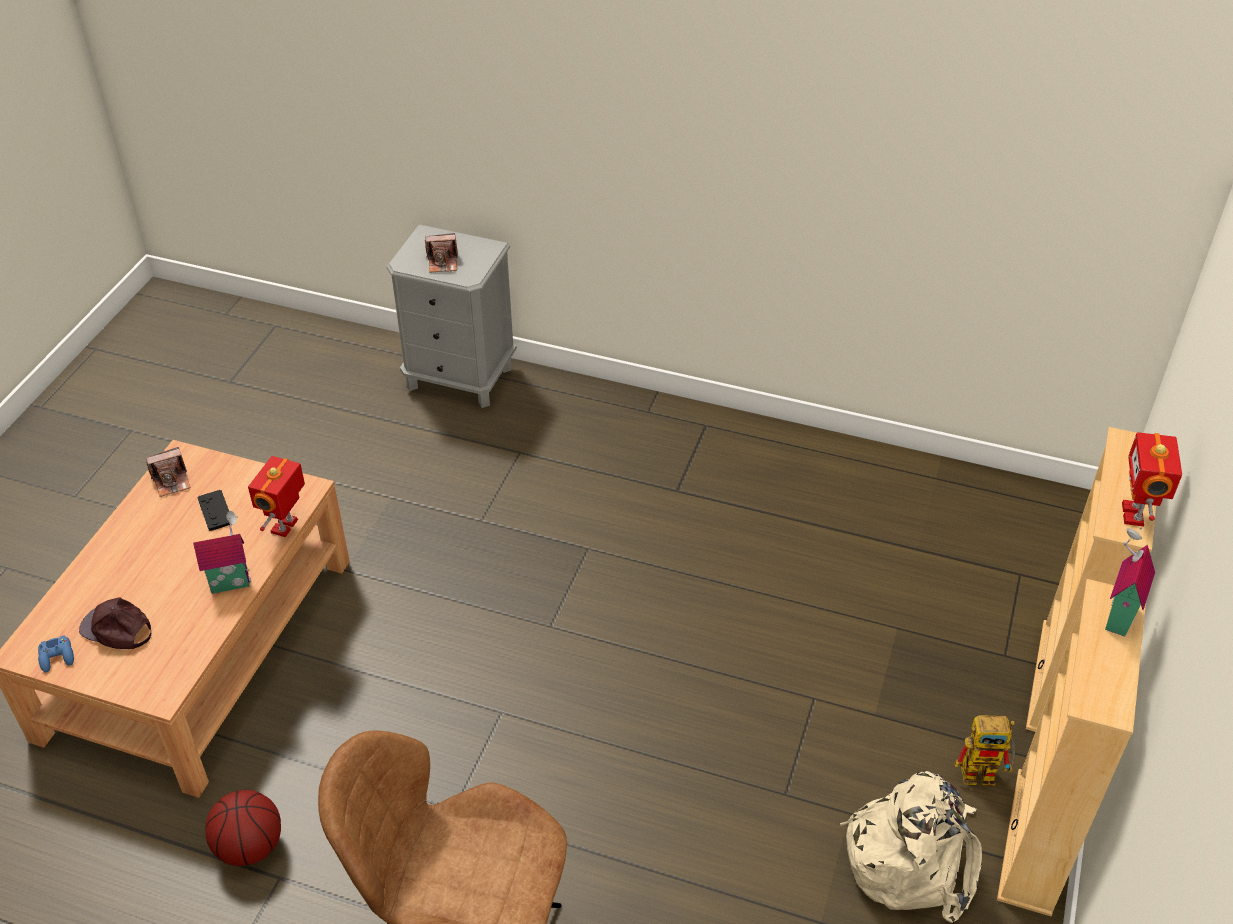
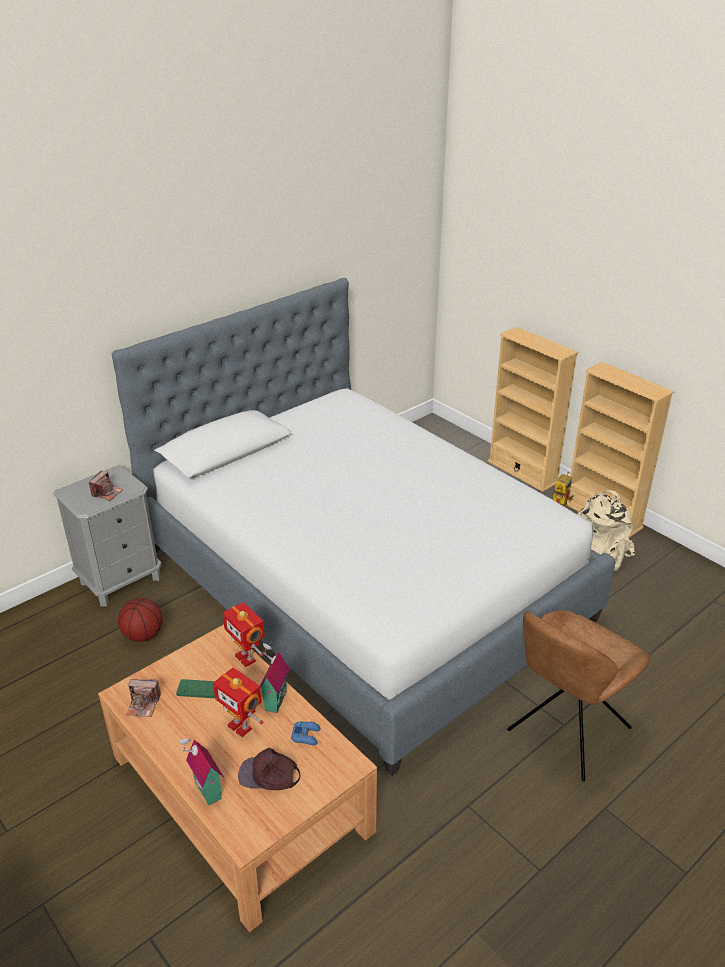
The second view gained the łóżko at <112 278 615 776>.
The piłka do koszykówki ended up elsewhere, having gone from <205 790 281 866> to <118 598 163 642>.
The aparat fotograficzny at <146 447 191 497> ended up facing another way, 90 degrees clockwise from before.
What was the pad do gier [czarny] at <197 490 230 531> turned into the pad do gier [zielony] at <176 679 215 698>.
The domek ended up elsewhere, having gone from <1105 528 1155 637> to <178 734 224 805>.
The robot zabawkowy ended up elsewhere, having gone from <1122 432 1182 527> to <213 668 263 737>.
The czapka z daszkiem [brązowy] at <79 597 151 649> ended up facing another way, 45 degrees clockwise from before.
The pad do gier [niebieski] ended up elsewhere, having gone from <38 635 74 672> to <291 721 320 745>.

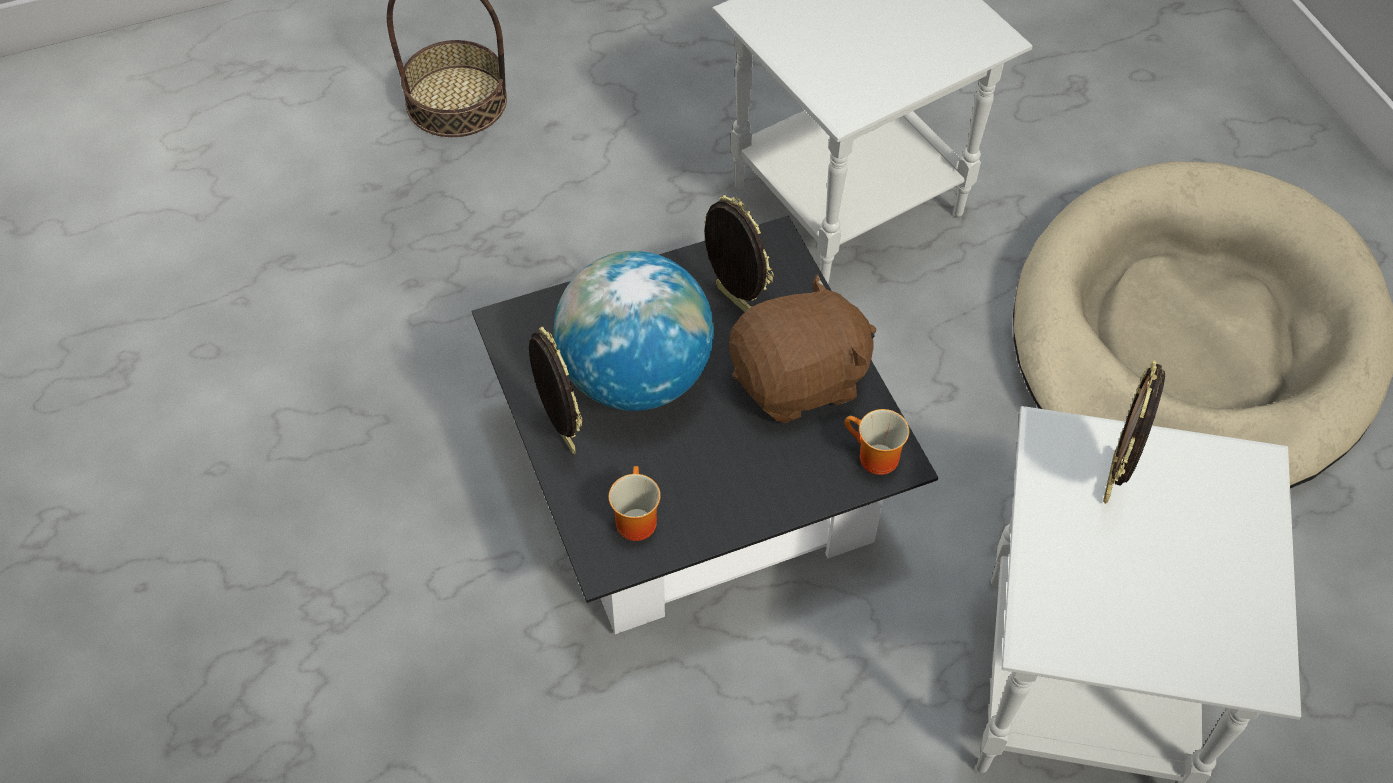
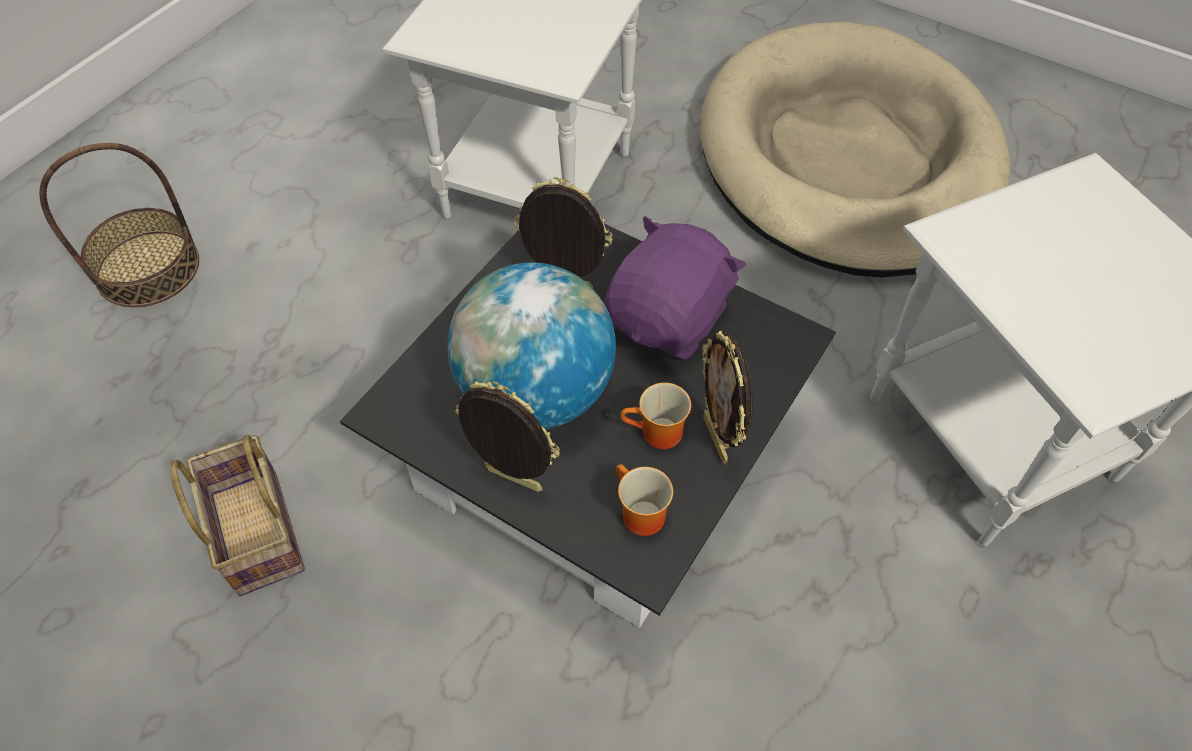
The second view gained the koszyk at <170 435 305 596>.
What was the pluszak [brązowy] at <729 274 876 423> turned into the pluszak [fioletowy] at <605 216 746 360>.
The kubek ended up elsewhere, having gone from <845 409 909 475> to <620 382 691 449>.
The ramka na zdjęcie ended up elsewhere, having gone from <1103 360 1165 504> to <702 331 753 465>.

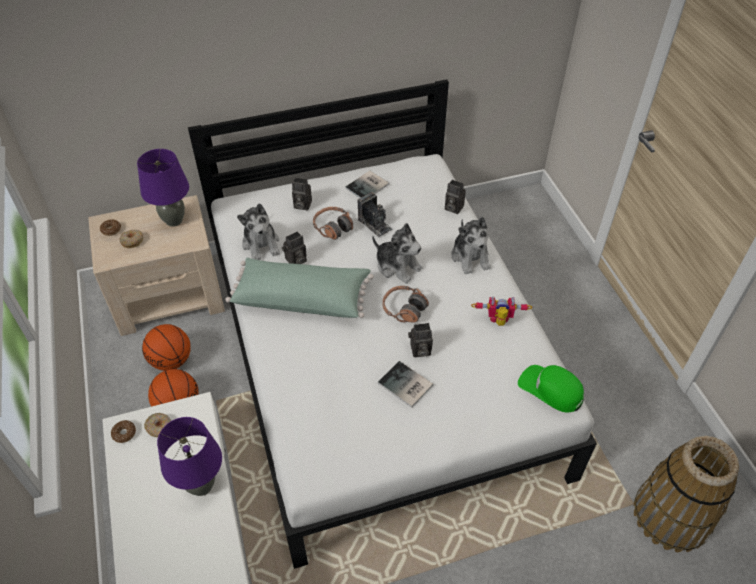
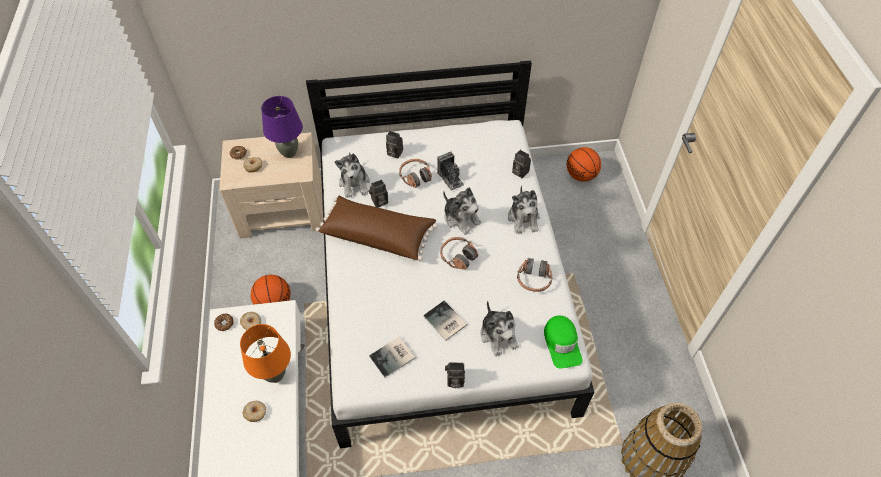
What was the lampa stołowa [fioletowy] at <157 417 222 496> turned into the lampa stołowa [pomarańczowy] at <240 324 291 383>.
The second view gained the donut at <242 401 266 422>.
What was the poduszka [zielony] at <225 258 374 318> turned into the poduszka [brązowy] at <316 196 438 261>.
The książka ended up elsewhere, having gone from <345 171 389 198> to <369 336 415 378>.
The aparat fotograficzny ended up elsewhere, having gone from <408 323 433 357> to <445 362 465 388>.
The second view gained the pluszak at <480 301 519 356>.
Where the robot zabawkowy stood at <471 296 532 326>, the słuchawki came to stand at <517 257 552 292>.
The czapka z daszkiem [zielony] at <518 365 584 413> ended up facing another way, 150 degrees counterclockwise from before.
The piłka do koszykówki ended up elsewhere, having gone from <142 324 191 371> to <567 147 601 181>.

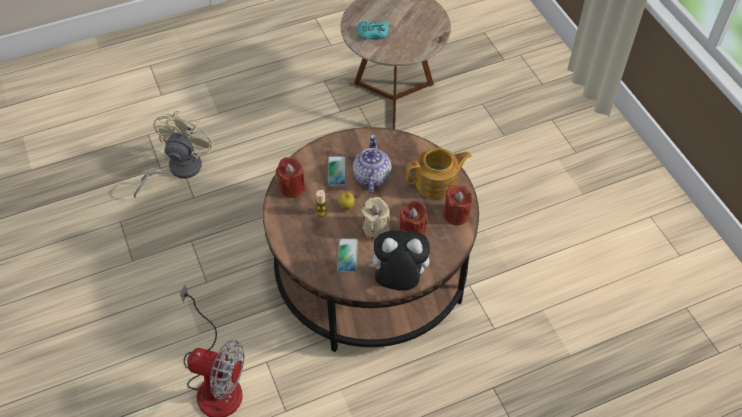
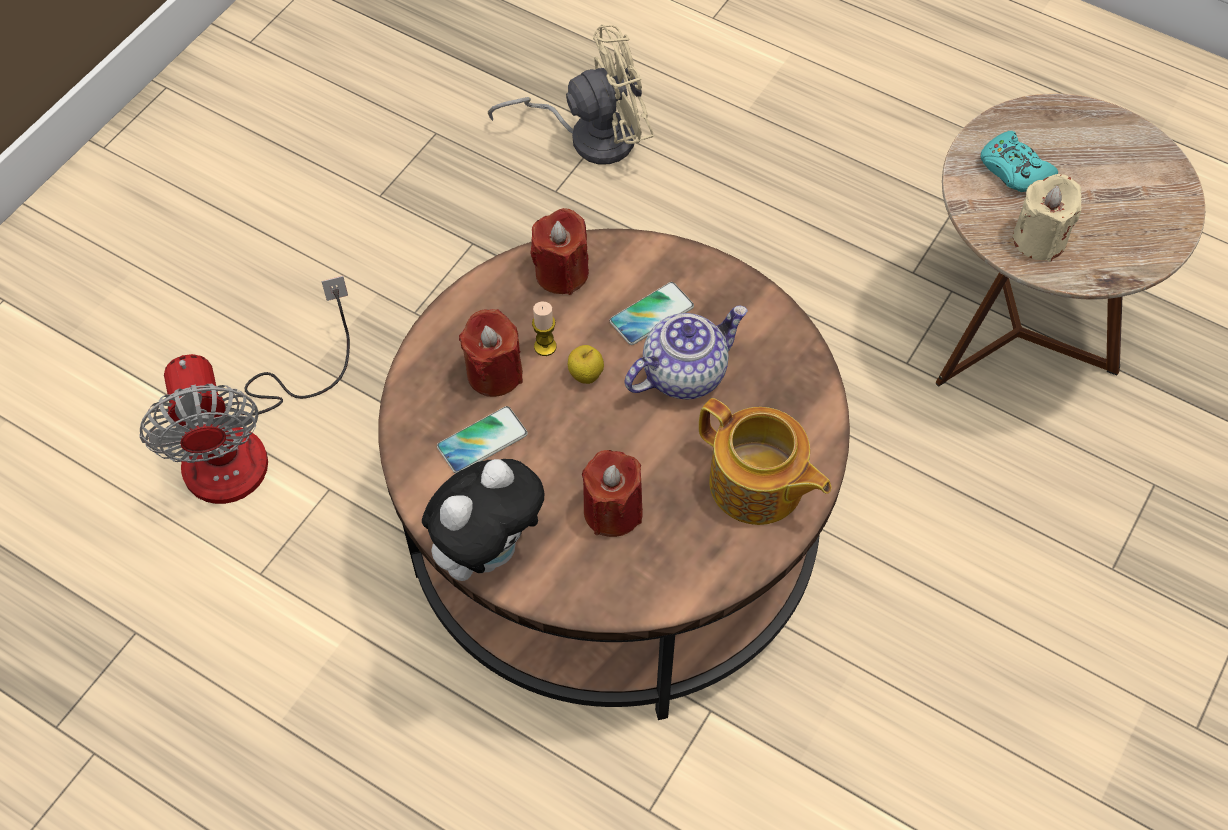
The pluszak at <365 230 430 291> ended up facing another way, 75 degrees clockwise from before.
The świeca [czerwony] ended up elsewhere, having gone from <444 186 472 225> to <459 309 523 397>.
The świeca [beżowy] ended up elsewhere, having gone from <361 197 390 239> to <1013 174 1082 262>.

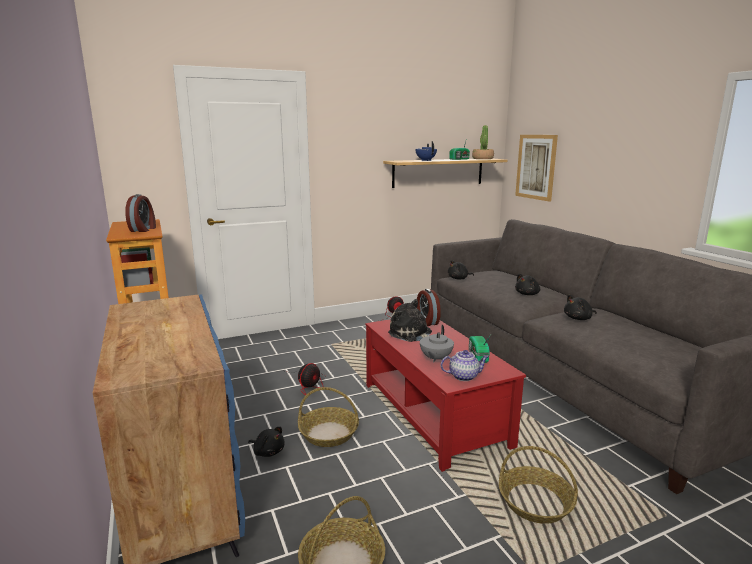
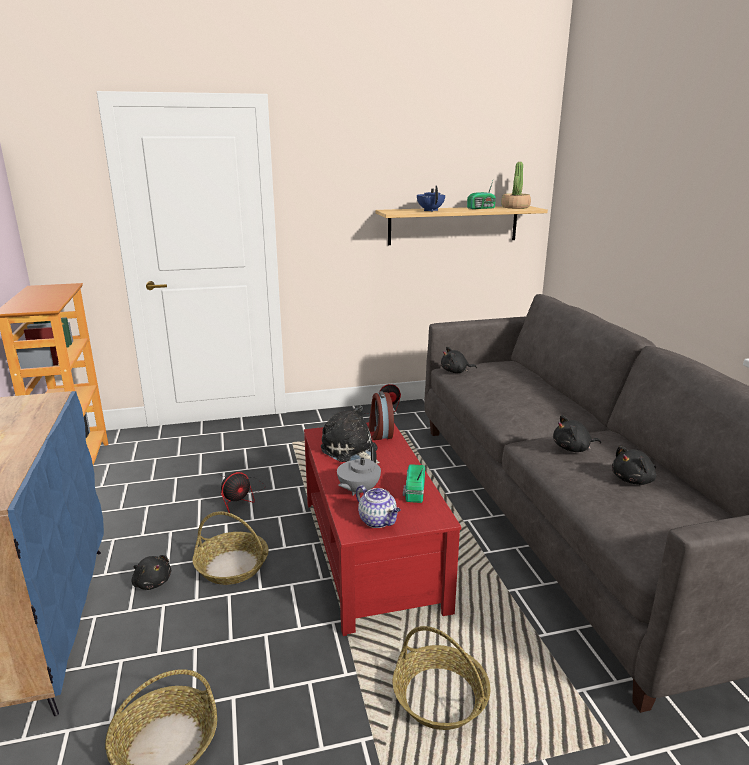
The imbryk at <441 350 489 381> ended up facing another way, 45 degrees clockwise from before.
The pluszak [czarny] ended up elsewhere, having gone from <515 274 540 295> to <612 446 656 485>.
The second view lost the budzik at <125 194 156 232>.
The second view lost the obraz at <515 135 558 202>.

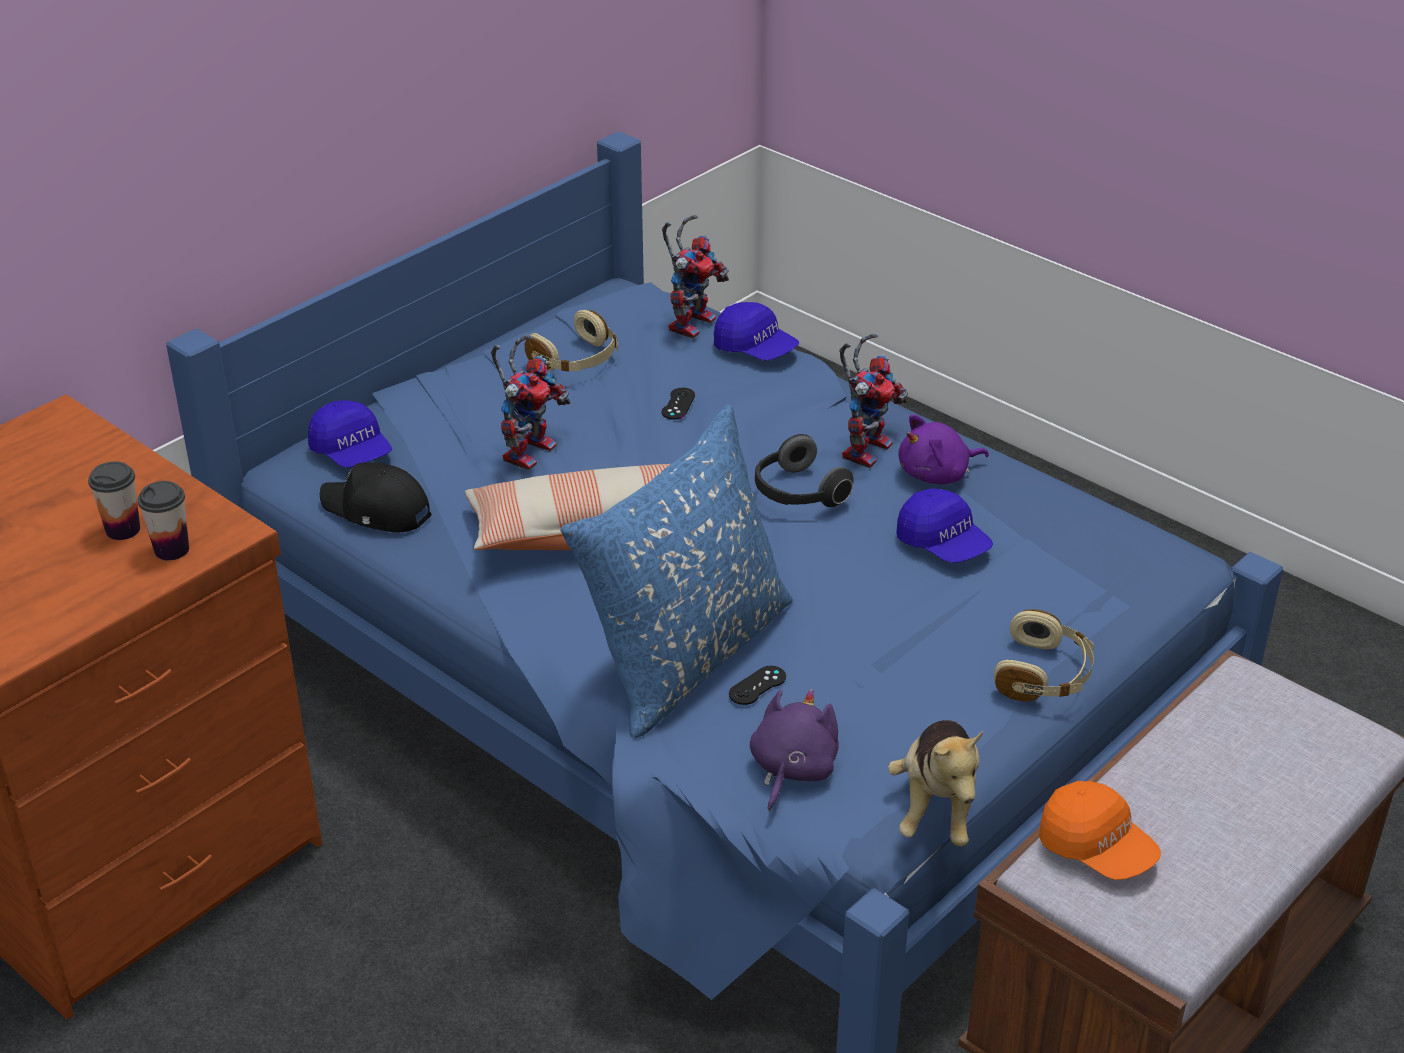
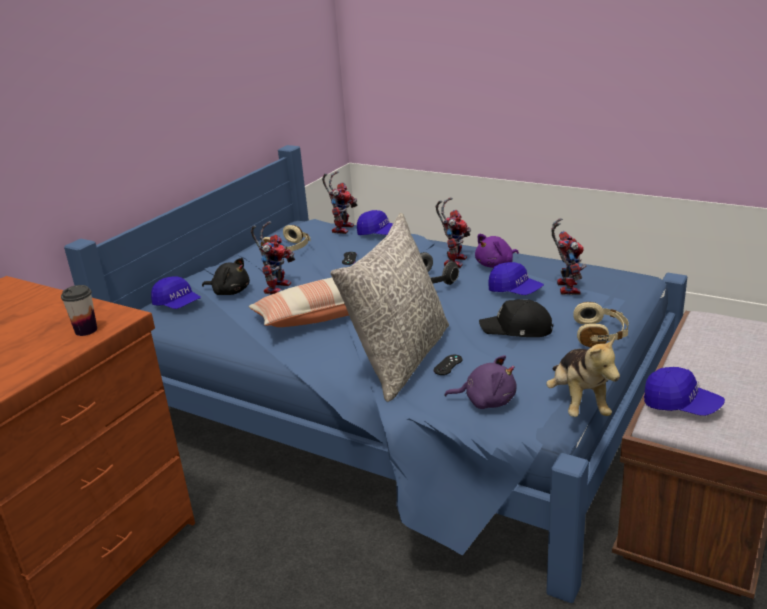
The second view gained the pluszak [czarny] at <202 258 250 295>.
What was the poduszka [niebieski] at <561 405 793 738> turned into the poduszka [szary] at <331 213 449 402>.
The pluszak [fioletowy] at <750 689 839 811> ended up facing another way, 90 degrees clockwise from before.
The czapka z daszkiem [czarny] ended up elsewhere, having gone from <319 462 431 533> to <479 299 553 337>.
The second view gained the robot zabawkowy at <551 218 586 295>.
What was the czapka z daszkiem [pomarańczowy] at <1039 781 1161 880> turned into the czapka z daszkiem [niebieski] at <644 367 725 416>.
The second view lost the filiżanka at <88 461 140 540>.

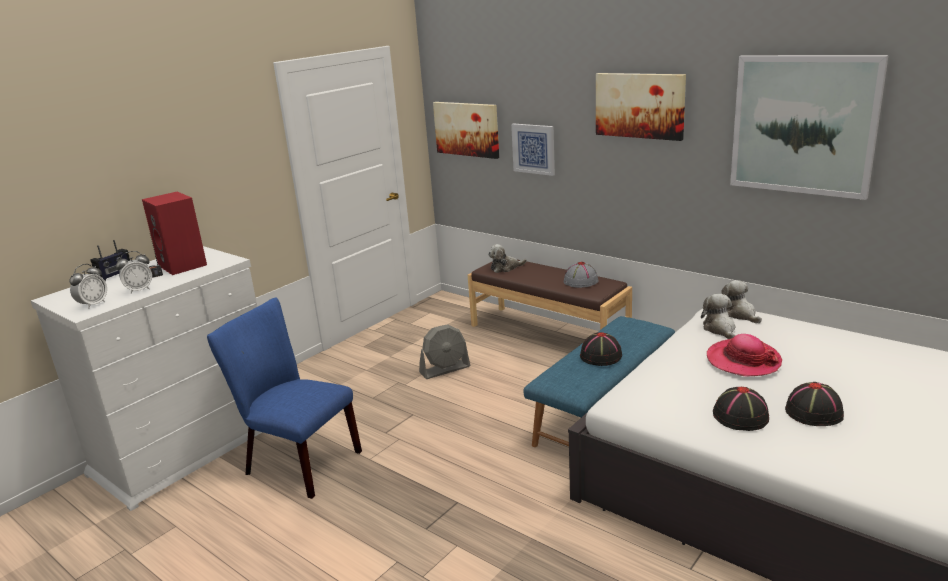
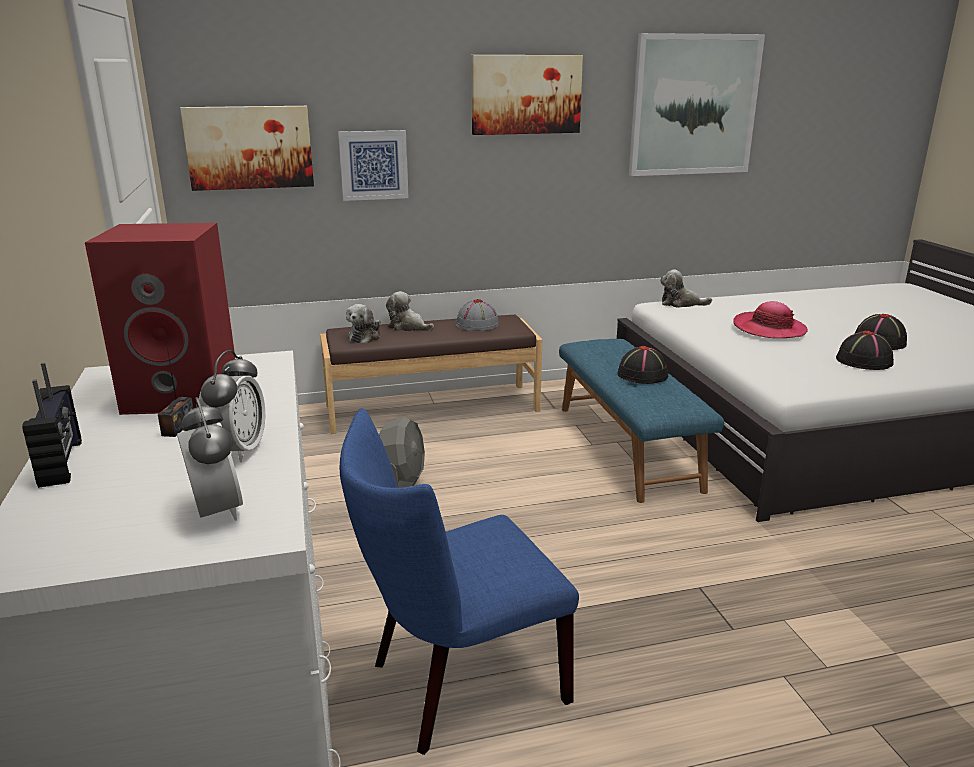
The pluszak ended up elsewhere, having gone from <701 294 735 339> to <386 291 434 331>.

